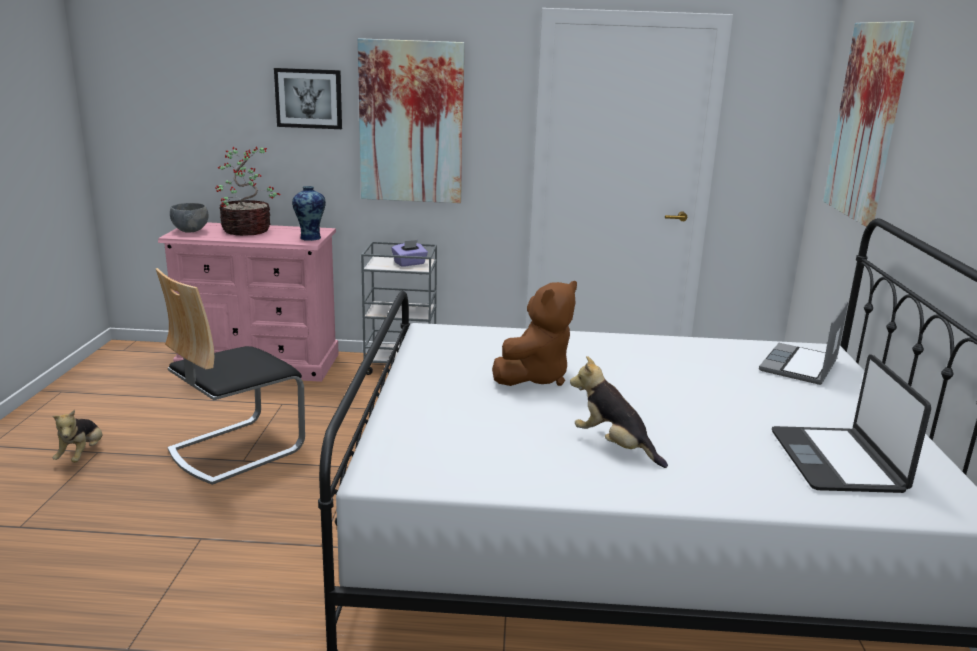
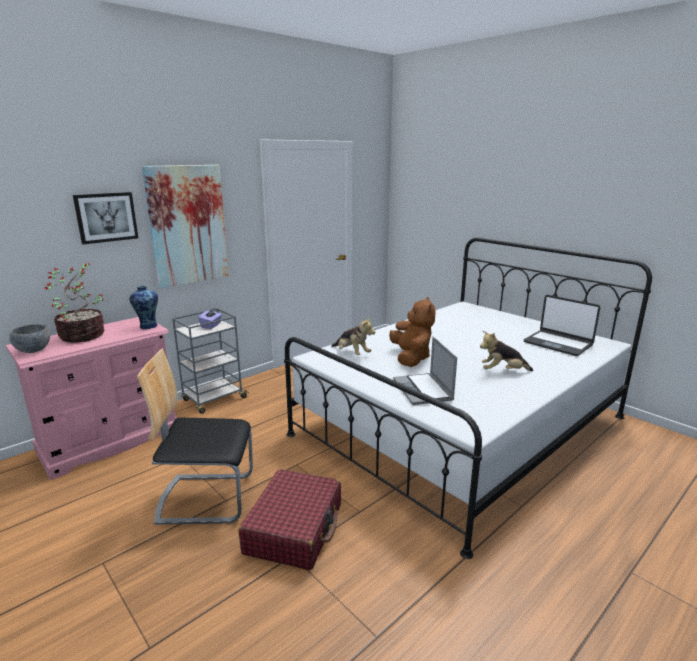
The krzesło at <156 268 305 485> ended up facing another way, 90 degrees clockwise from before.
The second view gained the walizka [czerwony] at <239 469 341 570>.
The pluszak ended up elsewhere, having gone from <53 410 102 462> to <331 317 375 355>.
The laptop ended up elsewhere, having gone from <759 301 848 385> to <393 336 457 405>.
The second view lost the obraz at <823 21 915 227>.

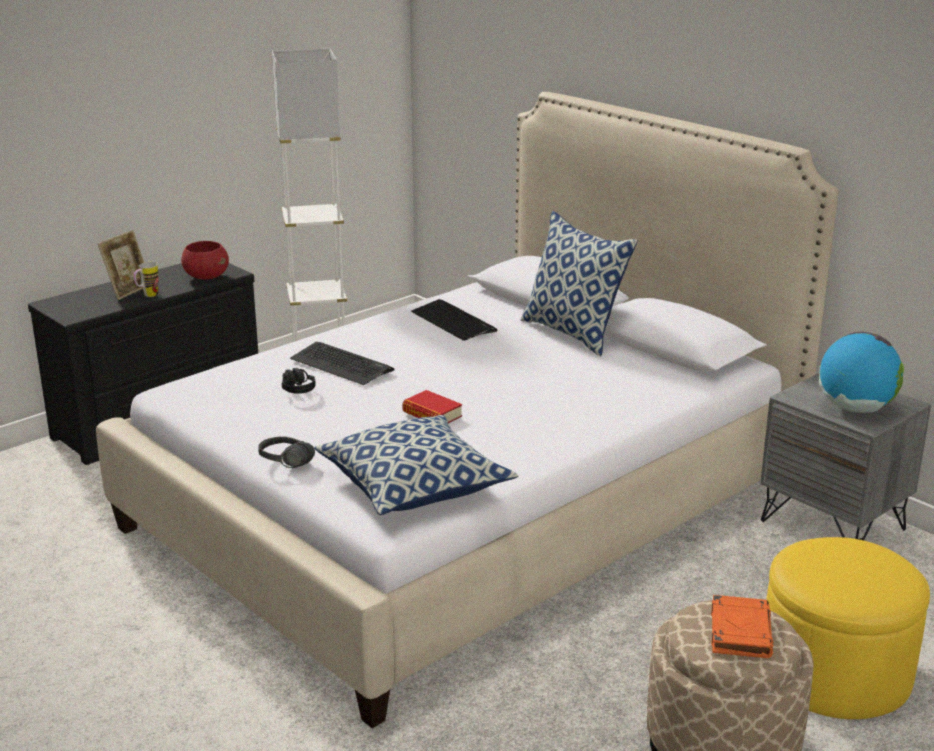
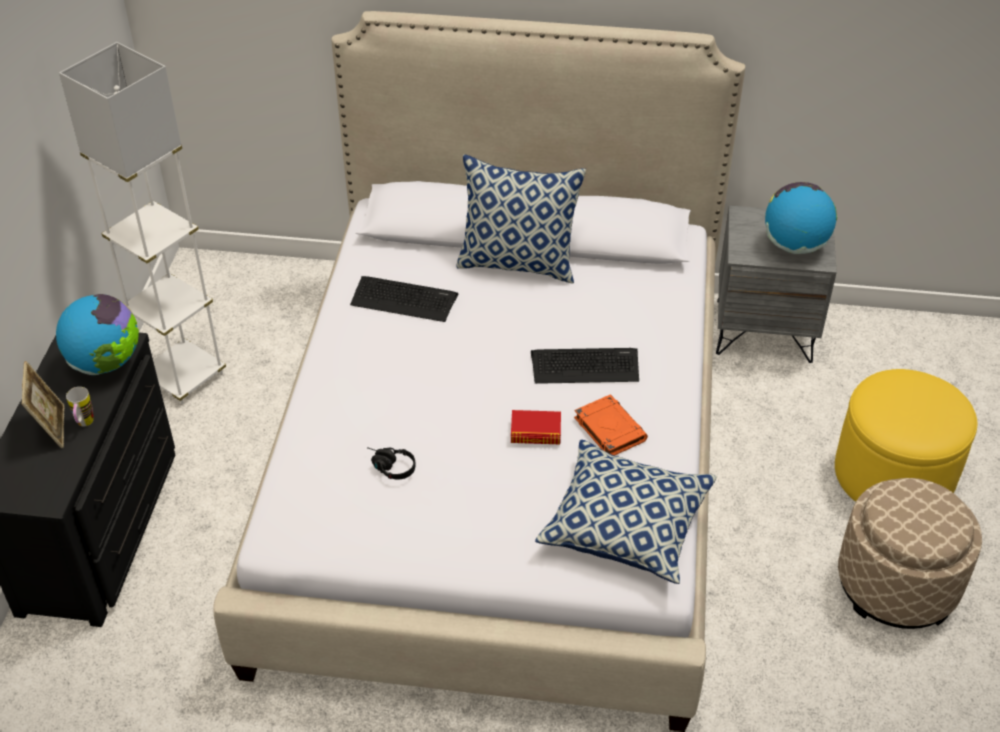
Where the miska [czerwony] stood at <181 241 229 280>, the globus came to stand at <56 294 139 375>.
The klawiatura ended up elsewhere, having gone from <290 342 395 385> to <531 348 639 384>.
The książka [pomarańczowy] ended up elsewhere, having gone from <711 595 773 658> to <574 394 648 456>.
The second view lost the słuchawki [czarny] at <258 436 315 468>.

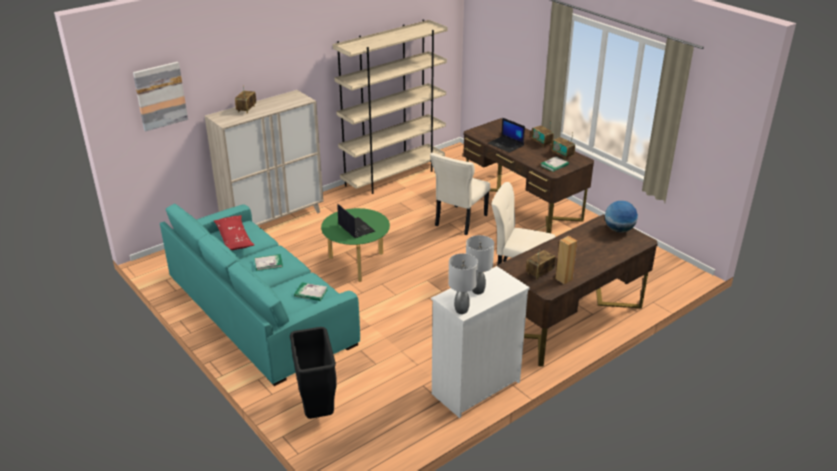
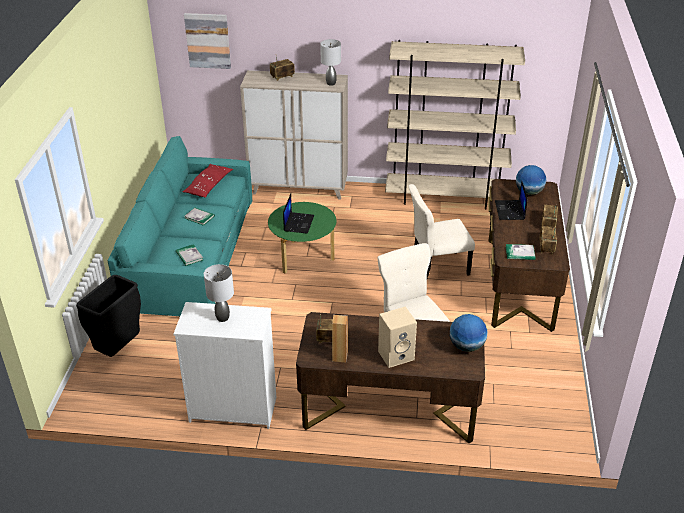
The lampa stołowa [szary] ended up elsewhere, having gone from <448 253 478 314> to <320 39 341 86>.
The second view gained the głośnik [beżowy] at <378 306 417 368>.
The second view gained the globus at <516 165 546 195>.

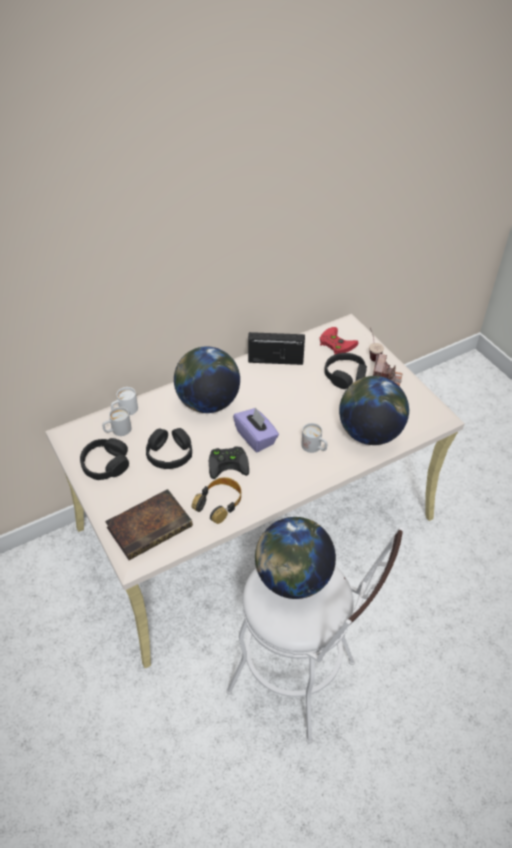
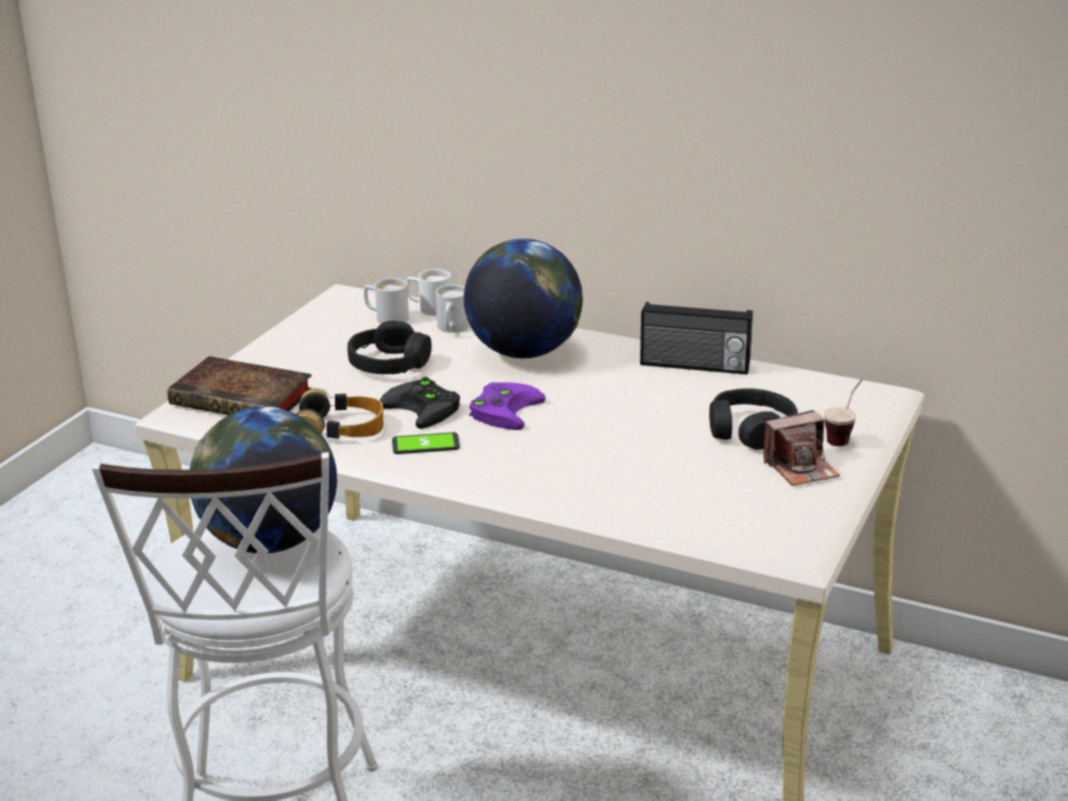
The second view gained the telefon at <392 432 460 454>.
The kubek [biały] ended up elsewhere, having gone from <301 423 327 453> to <435 285 469 333>.
Where the pudełko chusteczek [fioletowy] stood at <233 407 279 452>, the pad do gier [fioletowy] came to stand at <469 382 546 430>.
The radio at <248 332 305 365> ended up facing another way, 135 degrees clockwise from before.
The second view lost the słuchawki [czarny] at <80 438 129 480>.
The second view lost the pad do gier [czerwony] at <320 327 358 354>.
The second view lost the globus at <339 376 409 445>.

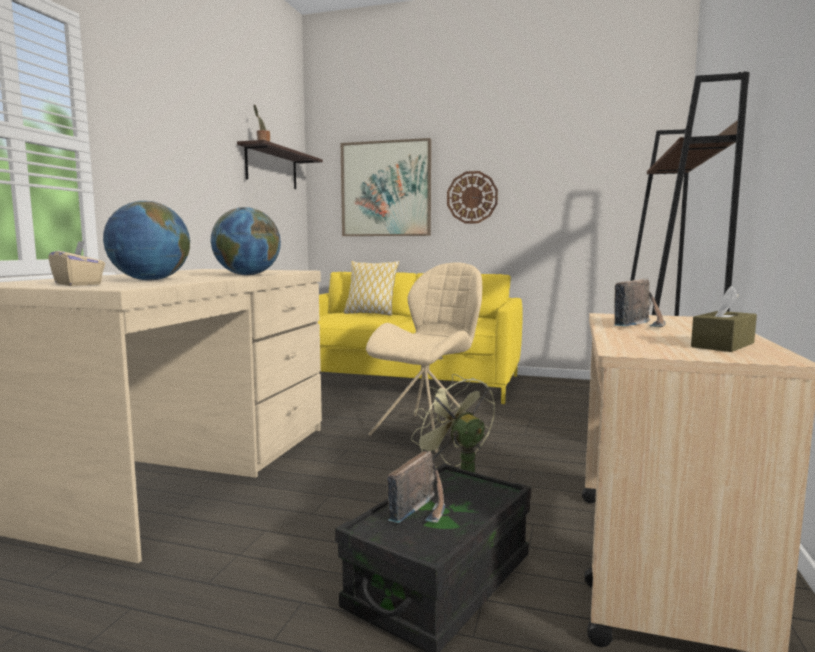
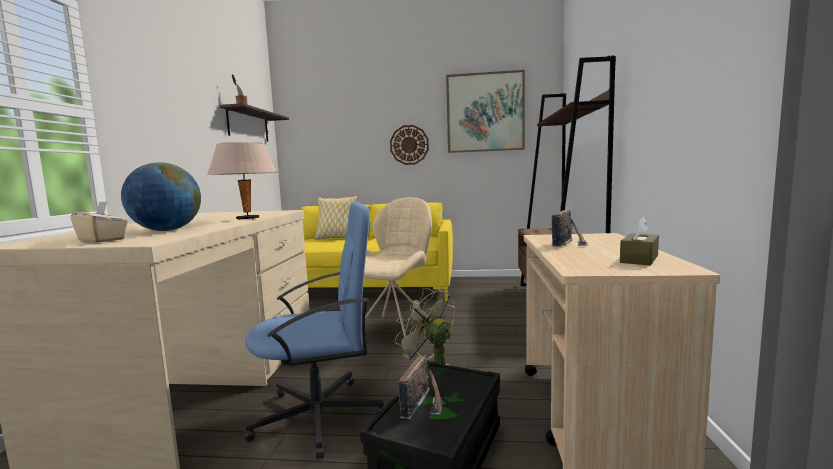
Where the globus stood at <211 207 281 275>, the lampa stołowa [beżowy] came to stand at <207 142 278 220>.
The second view gained the krzesło biurowe [niebieski] at <245 202 385 459>.
The obraz ended up elsewhere, having gone from <341 138 431 236> to <446 70 525 153>.

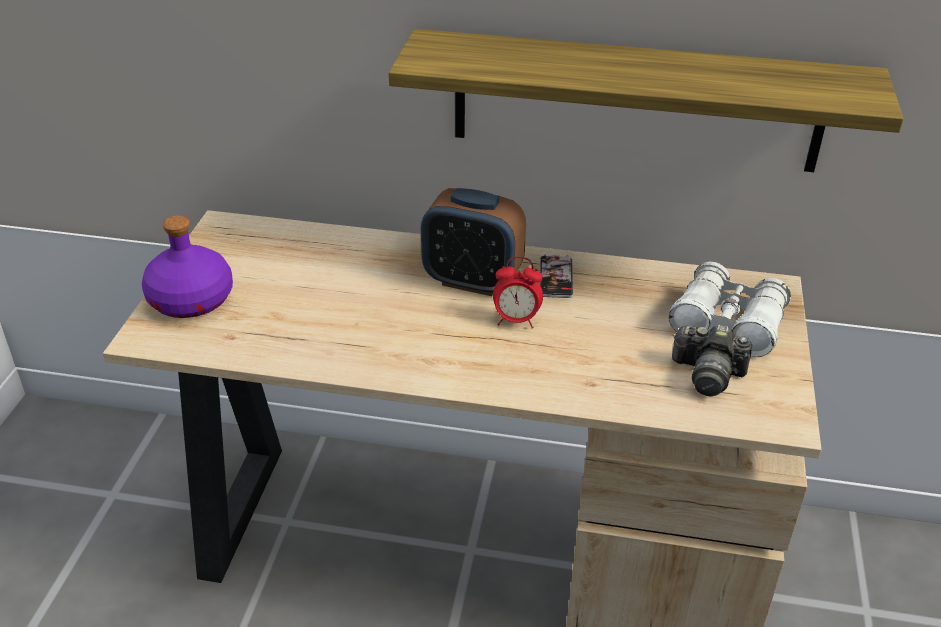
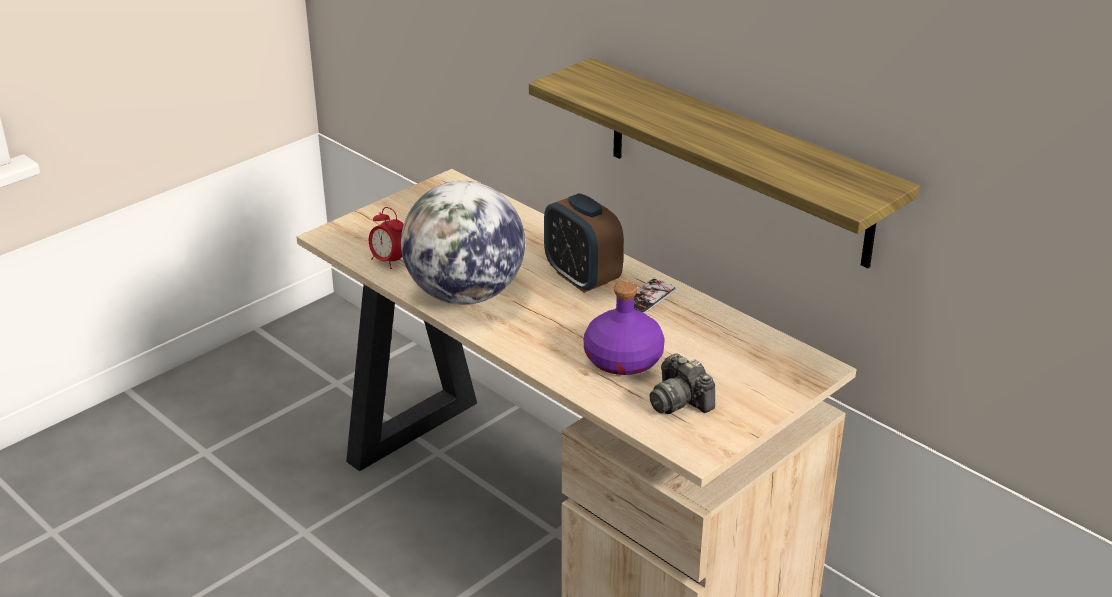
The budzik ended up elsewhere, having gone from <493 257 543 328> to <369 207 404 269>.
The second view gained the globus at <401 181 525 305>.
The butelka [fioletowy] ended up elsewhere, having gone from <142 215 233 318> to <584 281 665 375>.
The second view lost the lornetka [biały] at <669 262 791 357>.

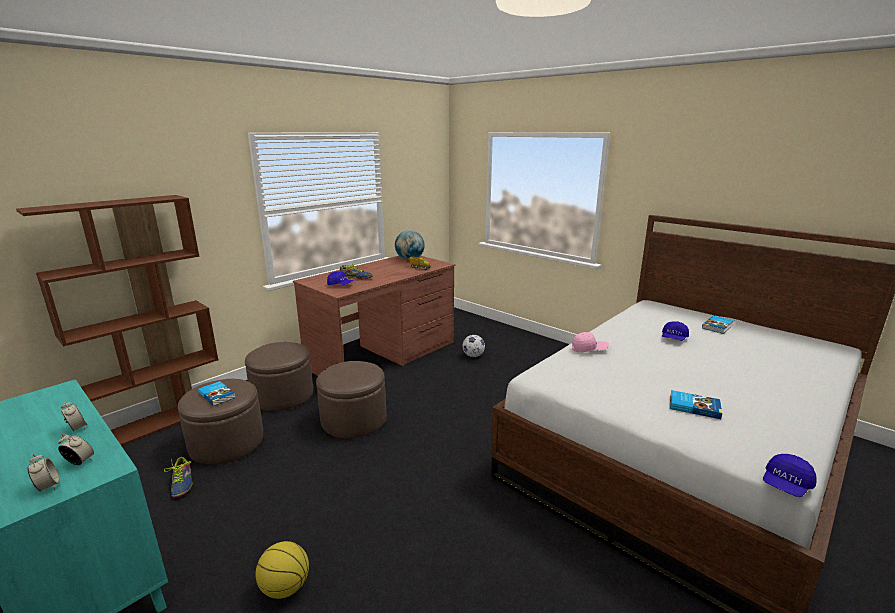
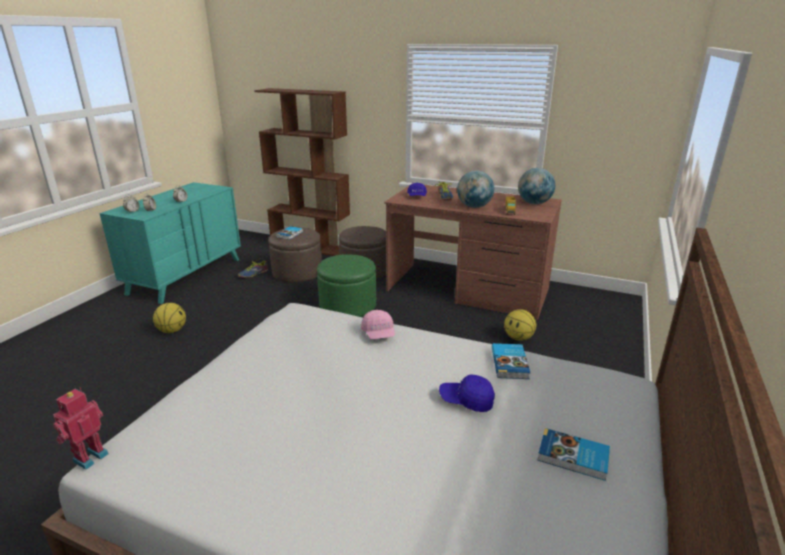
Where the czapka z daszkiem [niebieski] stood at <763 454 817 497>, the robot zabawkowy came to stand at <53 388 109 470>.
What was the pufa [brązowy] at <316 361 386 439> turned into the pufa [zielony] at <317 254 376 317>.
The second view gained the globus at <457 171 495 208>.
The książka ended up elsewhere, having gone from <670 390 722 419> to <492 343 530 379>.
Where the piłka futbolowa stood at <462 335 485 357>, the piłka do koszykówki came to stand at <504 309 536 341>.

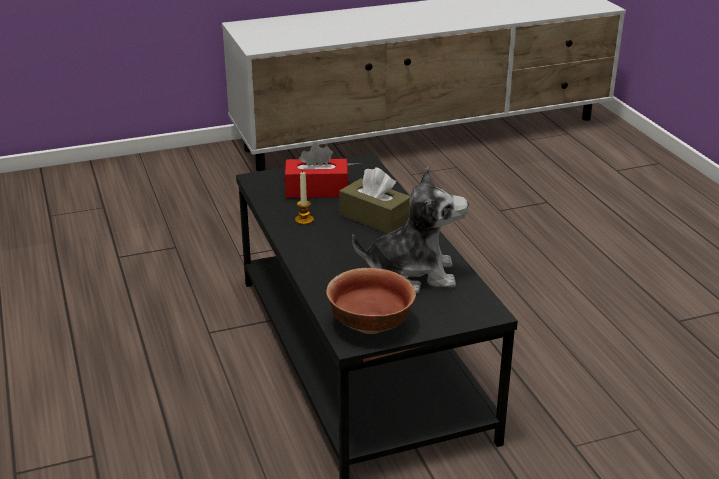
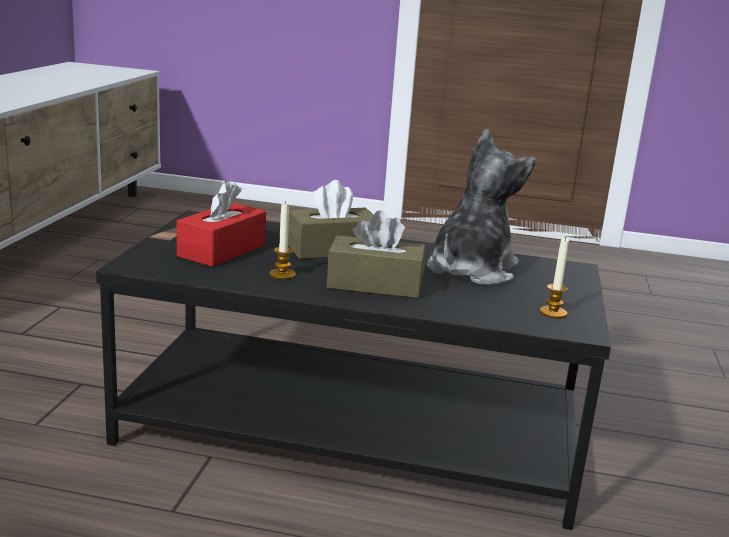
The second view gained the pudełko chusteczek [brązowy] at <327 210 425 298>.
Where the miska stood at <326 268 416 334>, the świeca came to stand at <540 237 569 319>.

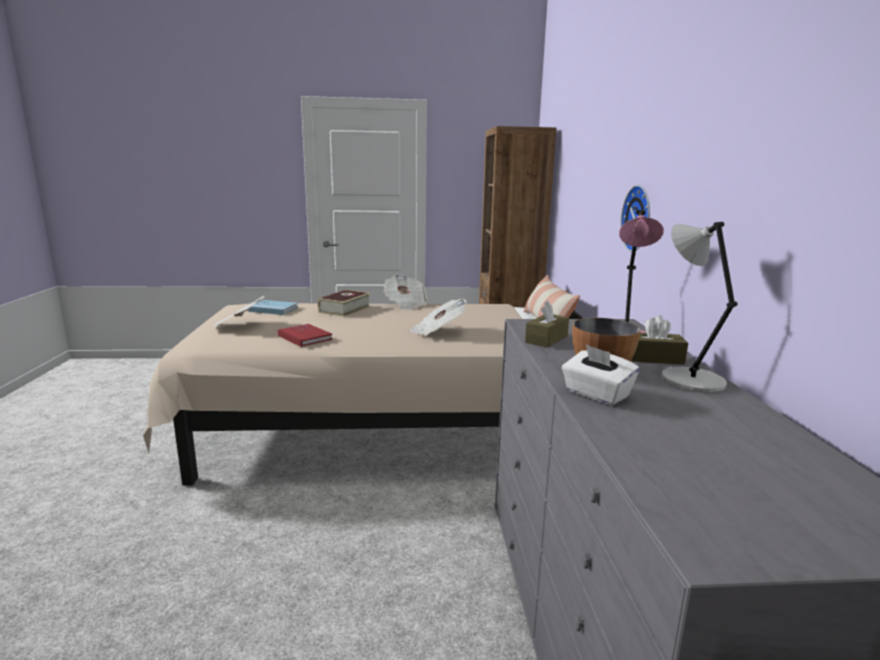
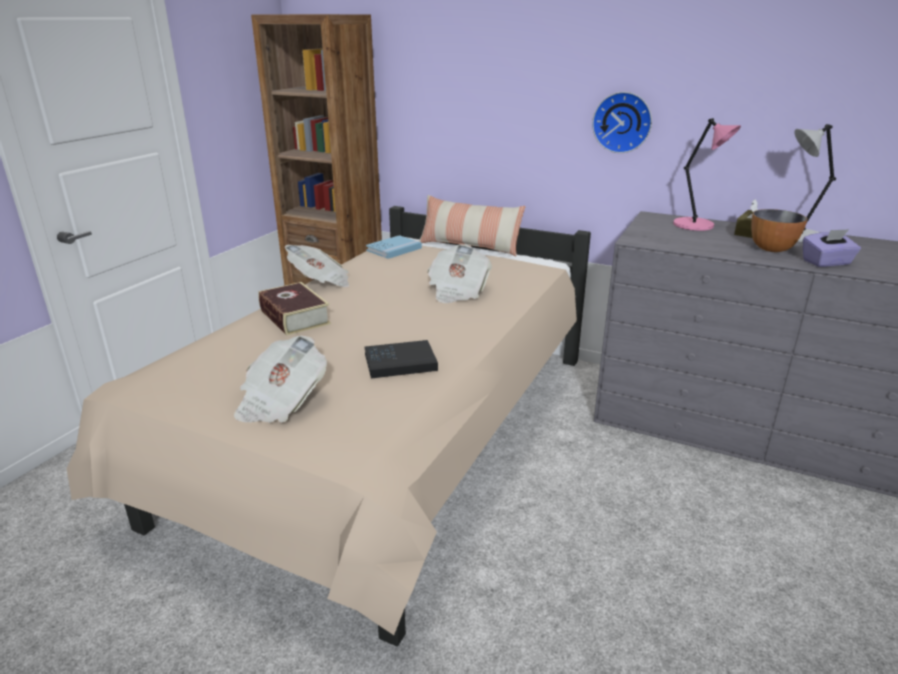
What was the książka [czerwony] at <278 324 332 347> turned into the książka [czarny] at <365 340 438 378>.
The książka [niebieski] ended up elsewhere, having gone from <248 300 298 315> to <366 235 422 259>.
What was the pudełko chusteczek [biały] at <562 345 639 405> turned into the pudełko chusteczek [fioletowy] at <803 229 861 267>.
The second view lost the pudełko chusteczek [brązowy] at <525 300 569 347>.

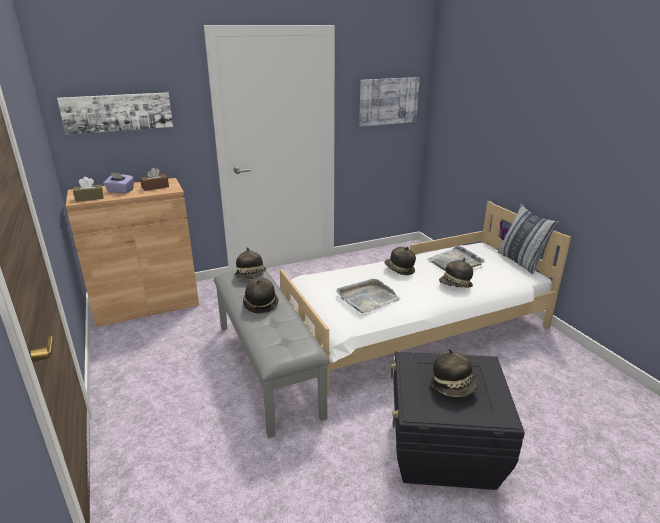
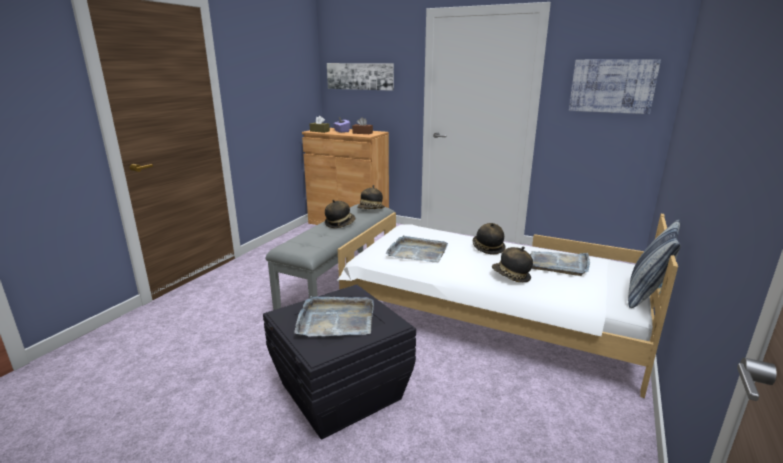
Where the kapelusz stood at <430 349 478 397>, the taca [szary] came to stand at <294 296 374 336>.

